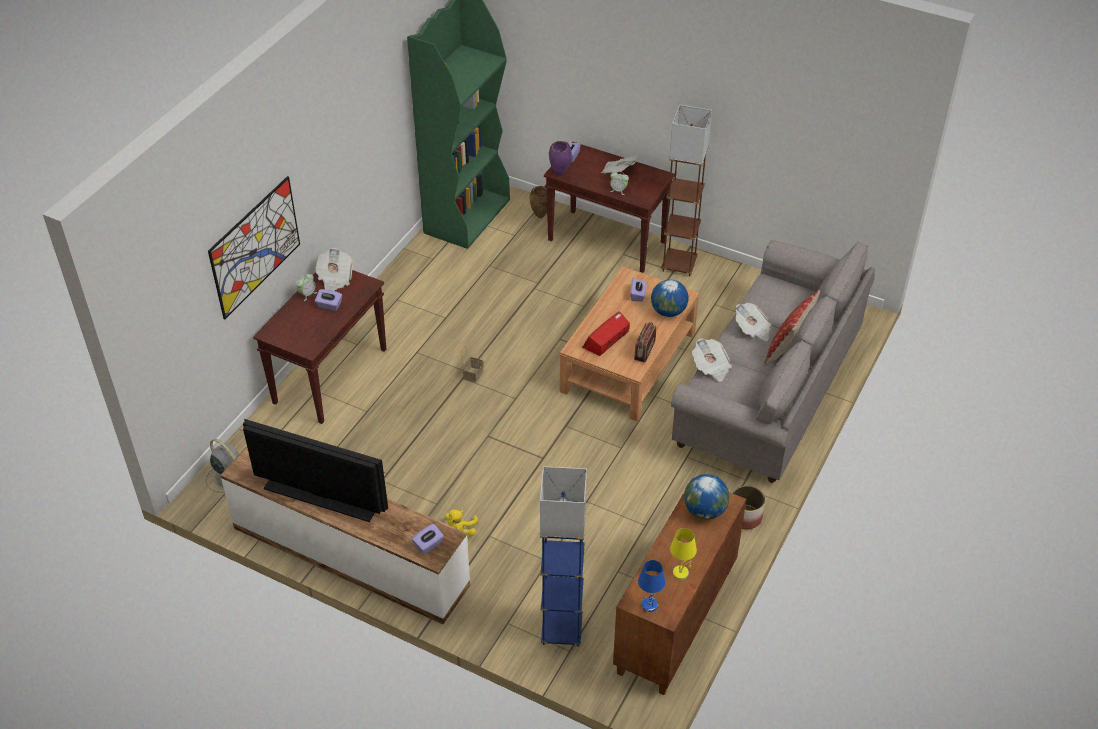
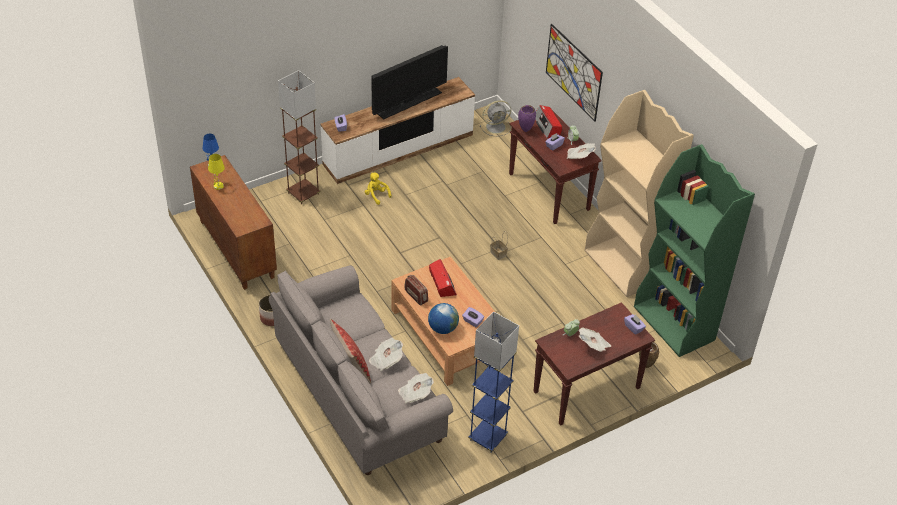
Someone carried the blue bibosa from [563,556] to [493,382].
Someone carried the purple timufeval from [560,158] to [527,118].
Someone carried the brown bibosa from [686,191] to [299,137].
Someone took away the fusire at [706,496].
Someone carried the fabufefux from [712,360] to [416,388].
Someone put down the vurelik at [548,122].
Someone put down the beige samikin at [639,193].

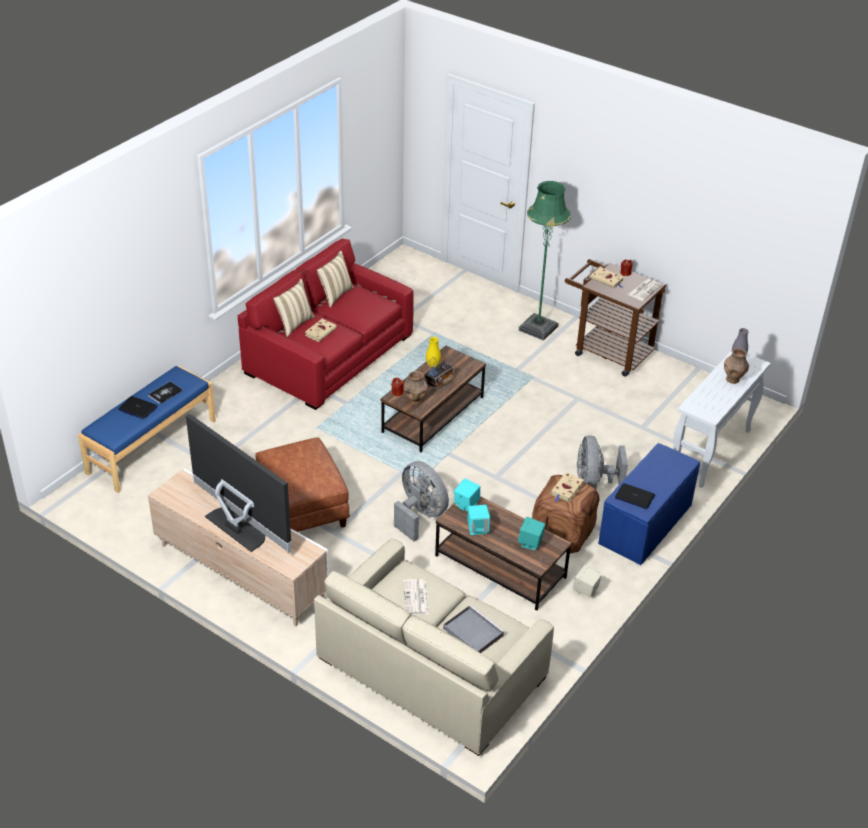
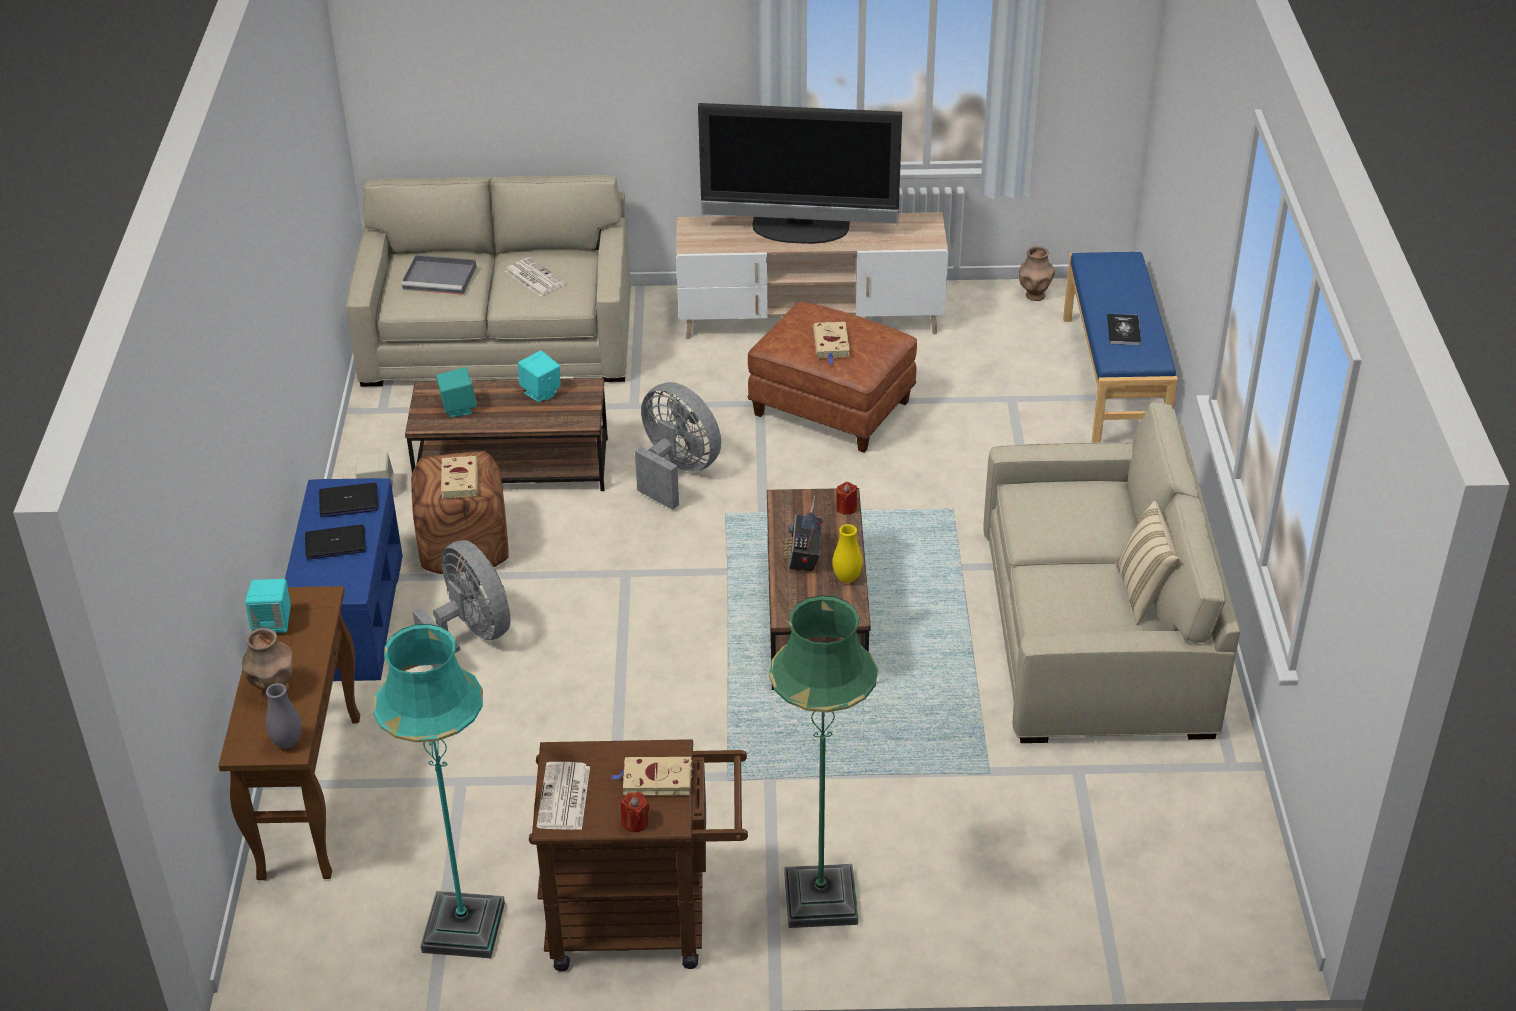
Someone carried the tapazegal from [138,407] to [335,542].
Someone repainted the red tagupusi at [326,324], which became the beige tagupusi at [1111,572].
Someone took away the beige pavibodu at [294,308].
Someone carried the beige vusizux from [321,330] to [831,343].
Someone rotated the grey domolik at [421,501] by 150 degrees counterclockwise.
Someone carried the brown timufeval from [416,388] to [1037,273].
Someone carried the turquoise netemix from [467,494] to [268,606].
Someone repainted the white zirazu at [722,419], which became the brown zirazu at [289,733].
Someone put down the turquoise bibosa at [439,791].

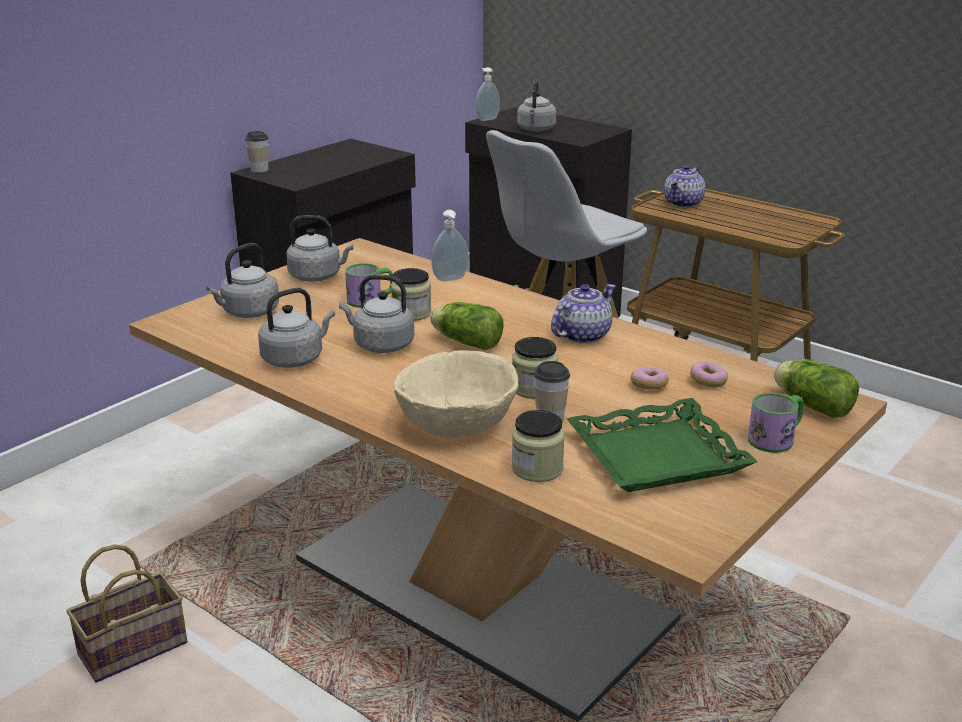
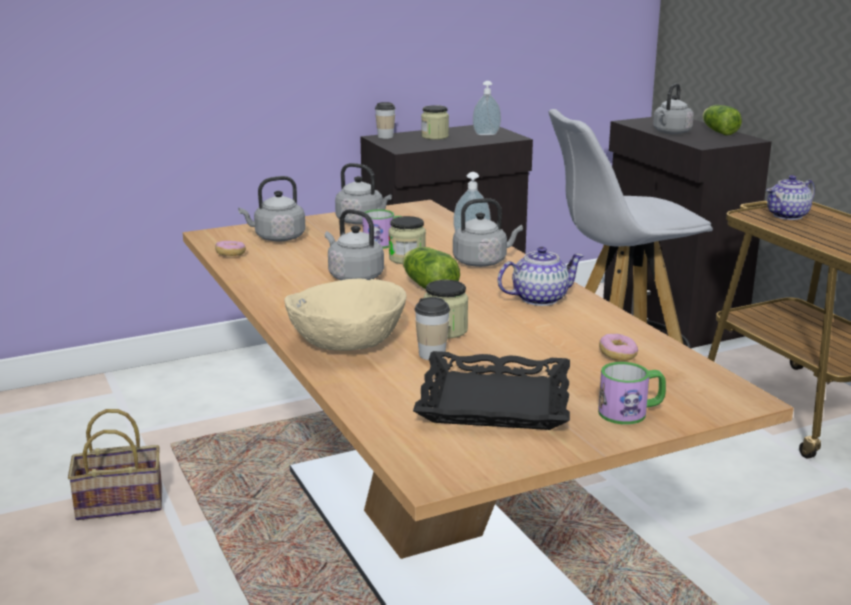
Someone carried the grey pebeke from [296,328] to [488,232].
Someone carried the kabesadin from [488,94] to [487,108].
Someone carried the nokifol from [538,446] to [435,122].
Someone repainted the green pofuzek at [662,445], which became the black pofuzek at [491,390].
Someone carried the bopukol from [650,378] to [230,248].
Someone carried the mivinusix from [816,388] to [722,120].

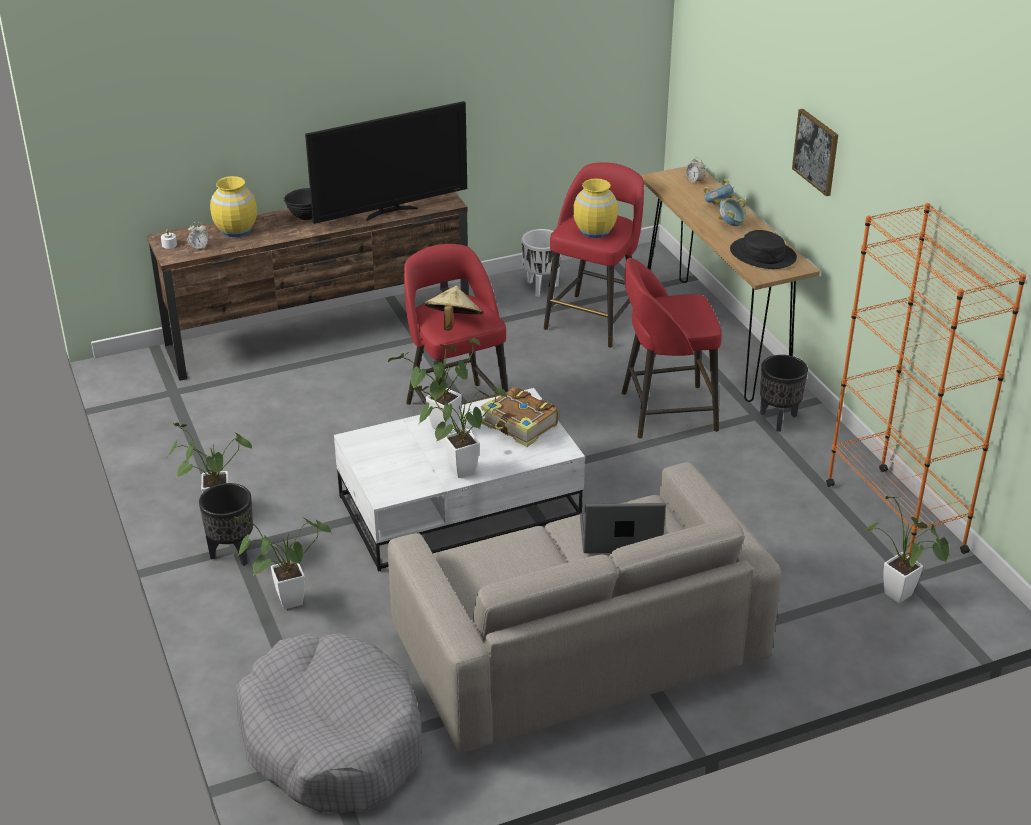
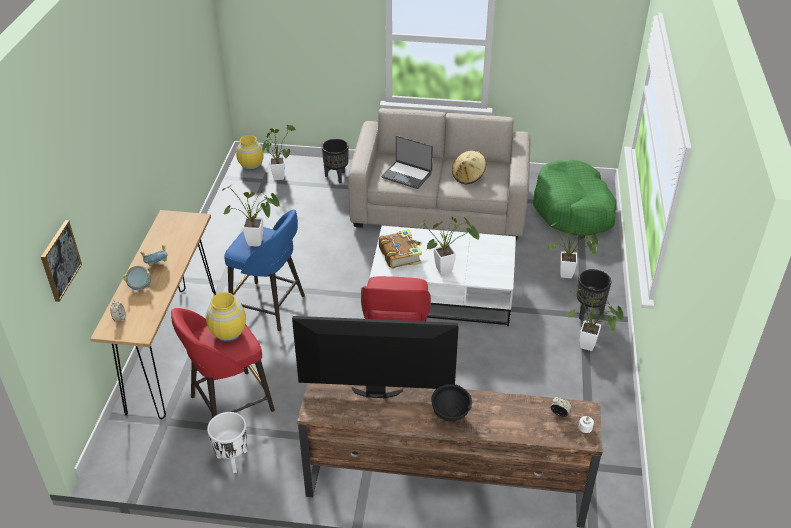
Someone carried the yellow timufeval from [233,206] to [250,153].
Someone repainted the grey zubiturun at [329,723], which became the green zubiturun at [574,198].
Someone carried the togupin from [458,431] to [251,216].
Someone carried the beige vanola from [453,308] to [469,167].
Someone repainted the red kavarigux at [672,348], which became the blue kavarigux at [264,270].
Someone took away the black vanola at [763,249].
Someone carried the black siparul from [784,393] to [335,161].
Someone carried the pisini from [815,152] to [61,261].
Someone took away the orange samikin at [926,379].

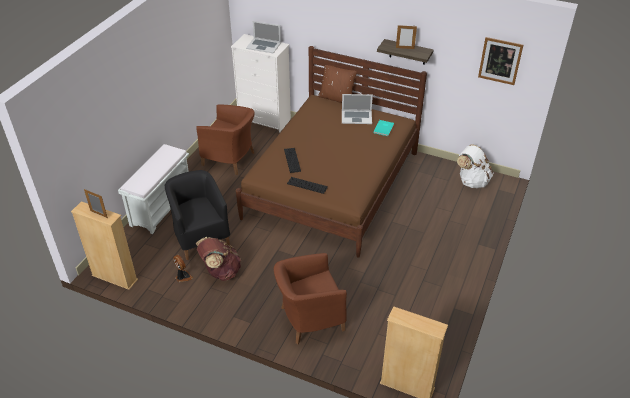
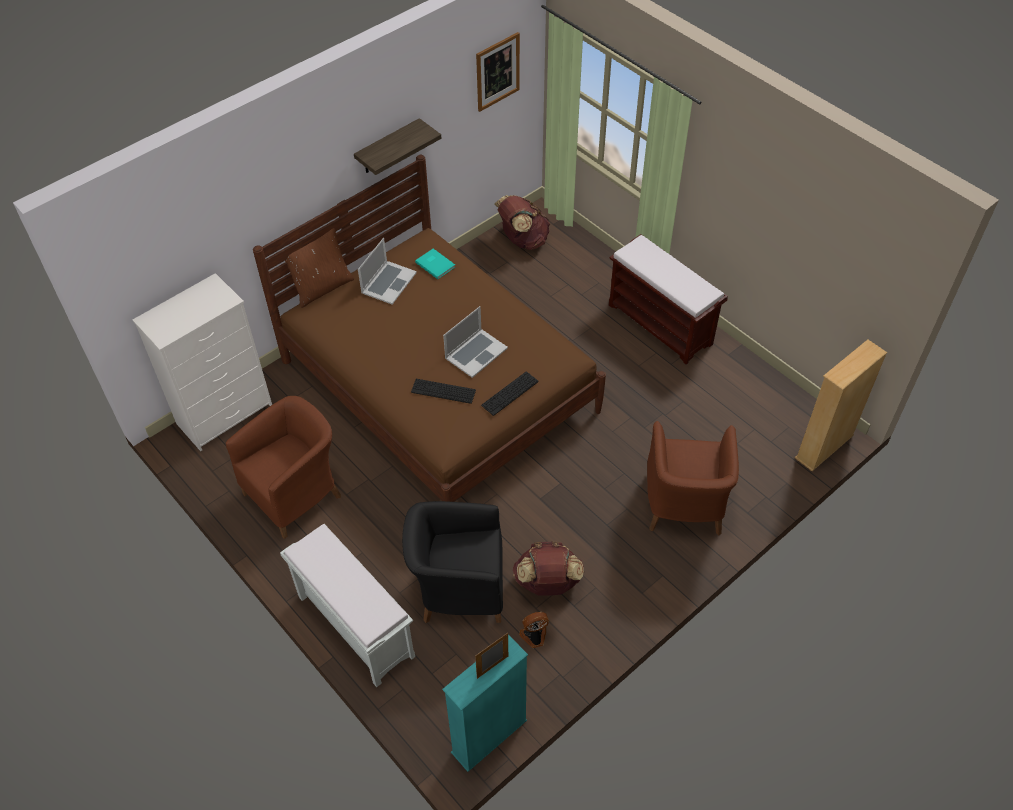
Someone repainted the beige samikin at [104,245], which became the turquoise samikin at [485,703].
Someone carried the tapazegal from [263,37] to [475,342].
Someone took away the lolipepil at [406,37].
Someone repainted the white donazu at [475,166], which became the brown donazu at [522,222].
Someone put down the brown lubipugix at [668,299].

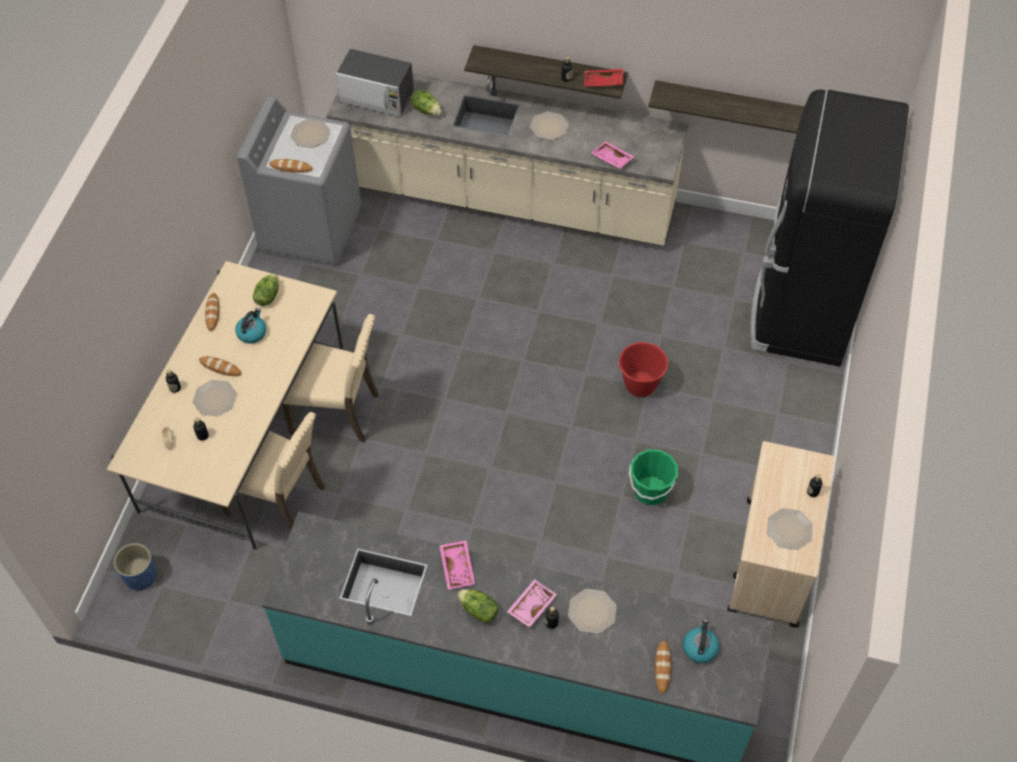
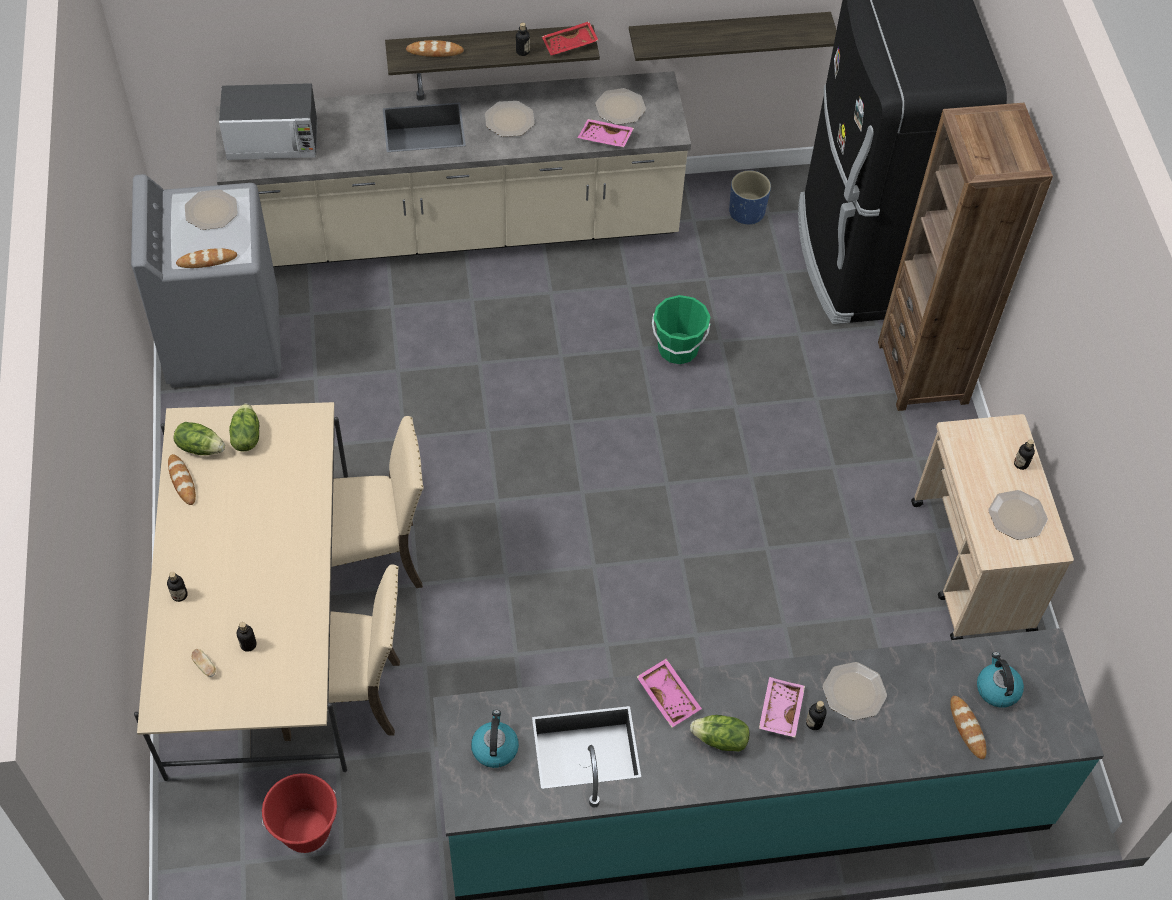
Someone carried the blue siparul from [135,567] to [750,197].
Someone carried the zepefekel from [215,398] to [620,106].
Someone carried the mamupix from [220,366] to [435,48].
Someone carried the pebeke from [250,325] to [495,739].
Someone carried the mivinusix from [426,103] to [199,438].
Someone carried the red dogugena from [642,369] to [299,813].
Someone carried the green dogugena from [653,477] to [681,329].
Someone put down the brown samikin at [965,257].

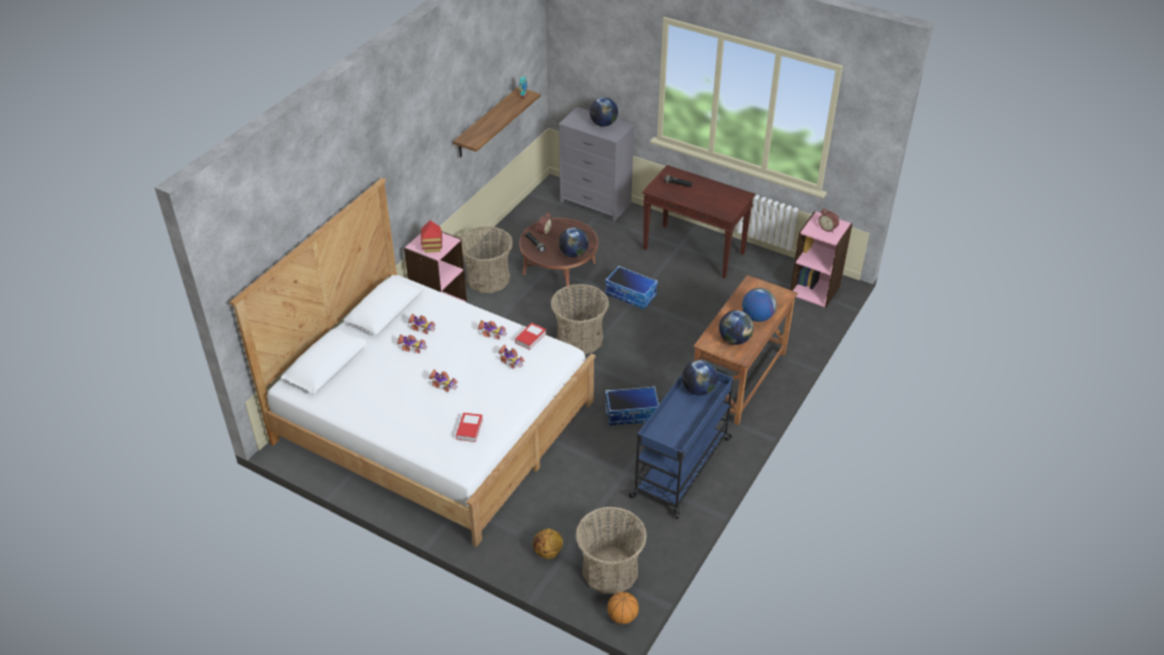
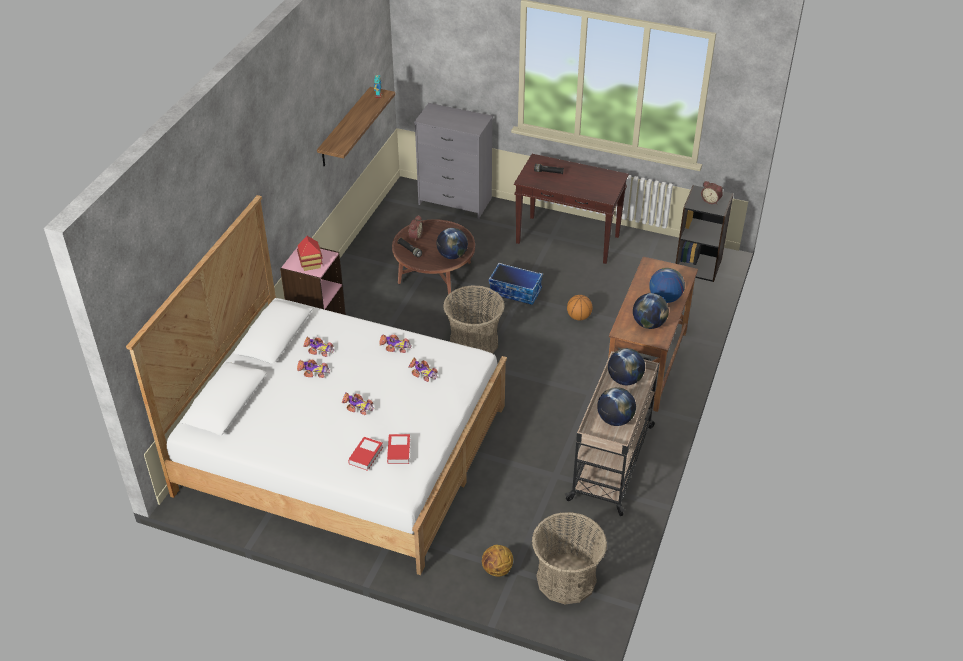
Someone took away the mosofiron at [487,259].
Someone carried the vusizux from [530,336] to [365,454].
Someone carried the fusire from [603,112] to [616,406].
Someone took away the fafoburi at [632,405].
Someone carried the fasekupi from [623,608] to [580,307].
Someone repainted the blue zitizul at [680,440], which became the beige zitizul at [612,433].
Someone repainted the pink samikin at [821,259], which became the black samikin at [704,233].

